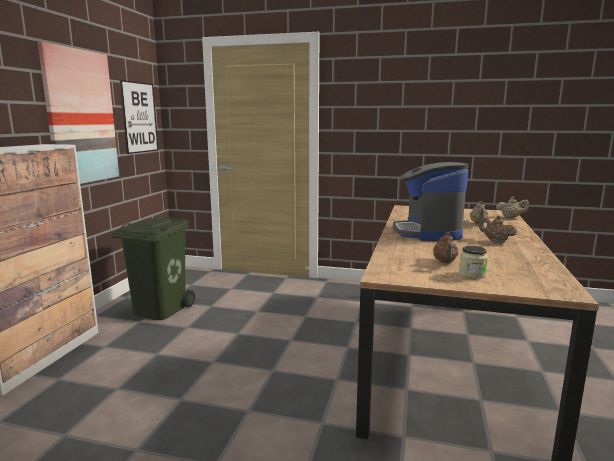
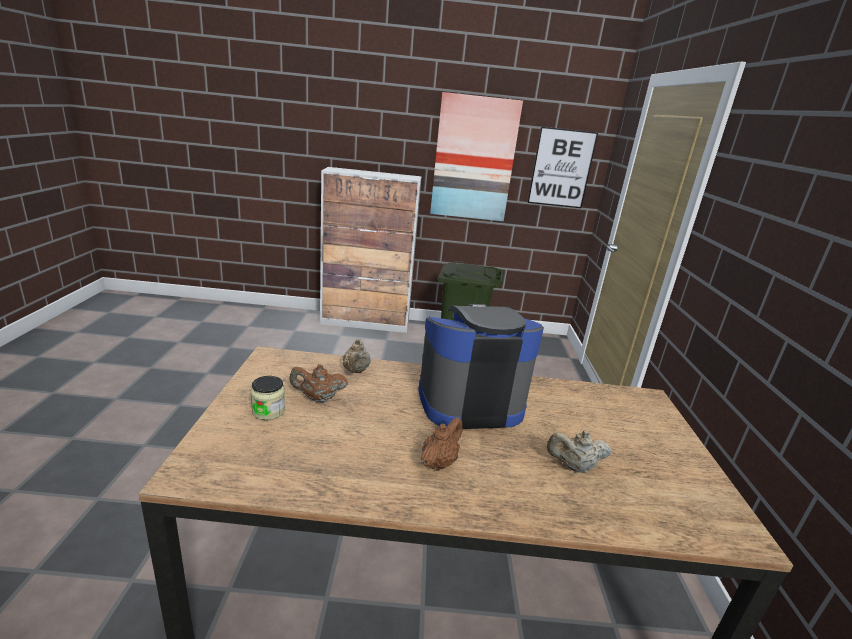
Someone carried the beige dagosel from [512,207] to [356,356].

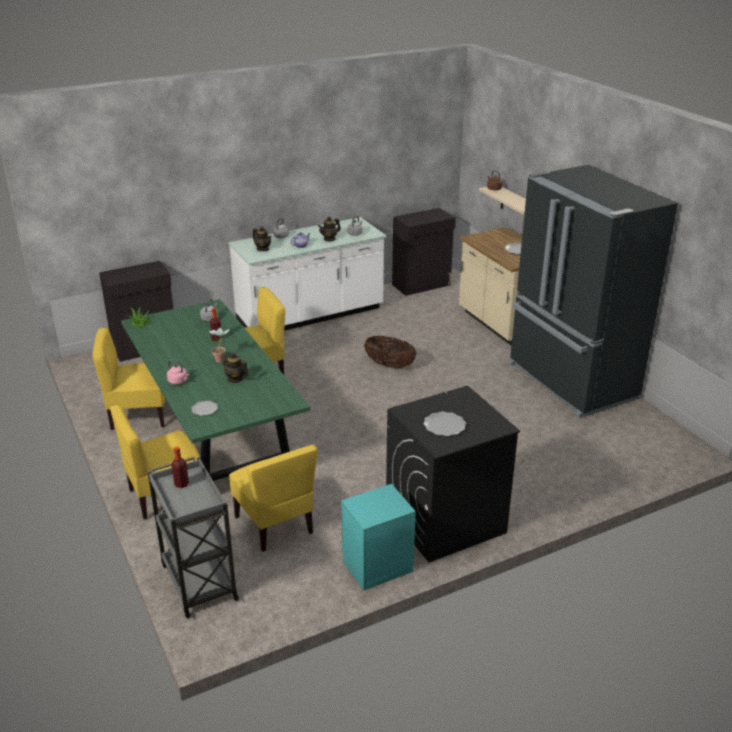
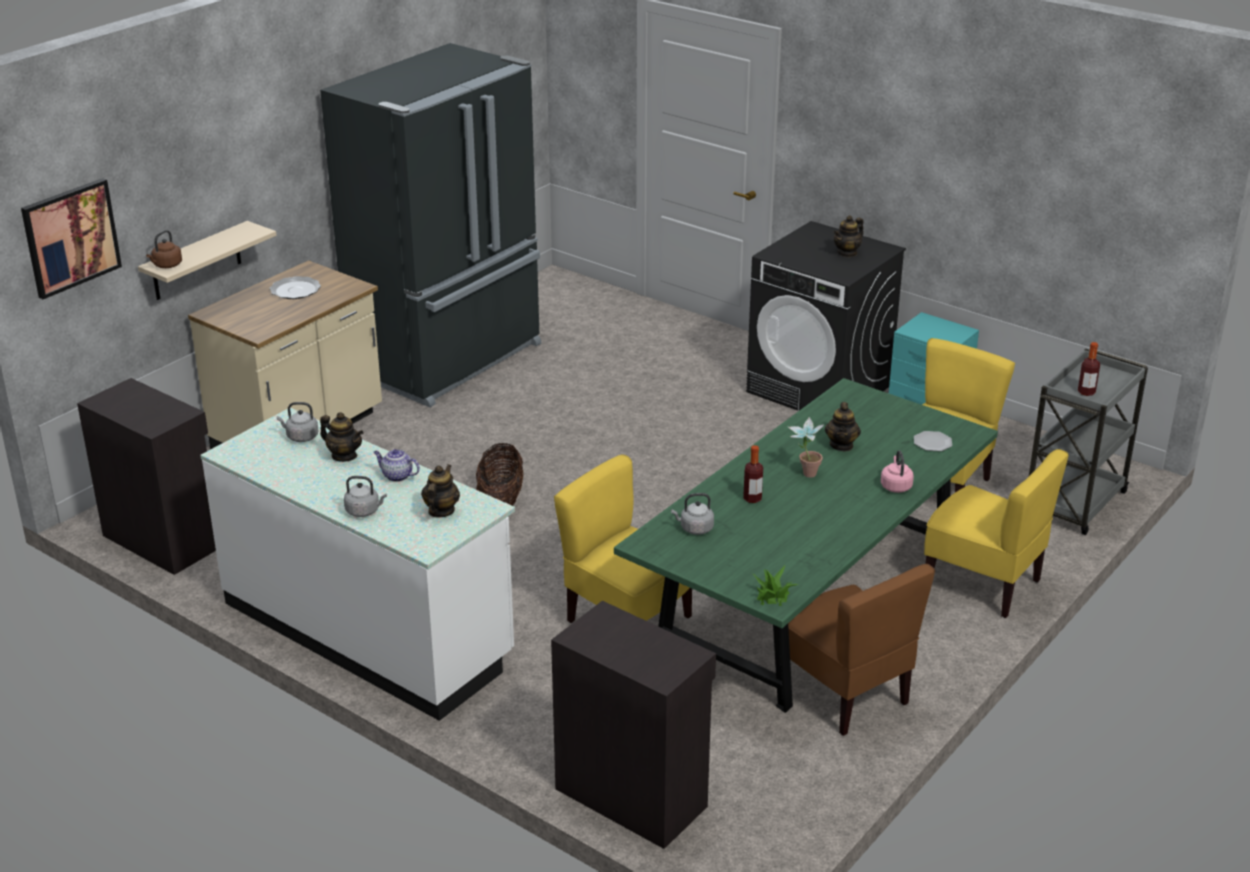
Someone repainted the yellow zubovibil at [129,378], which became the brown zubovibil at [861,650].
Someone swapped the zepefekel at [444,424] for the dagosel at [848,236].
Someone put up the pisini at [71,238].

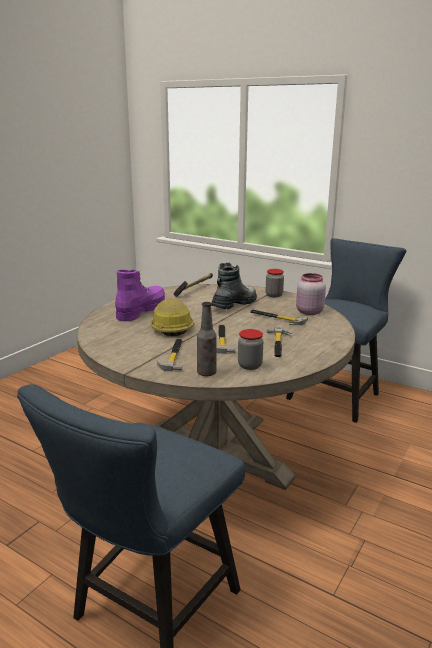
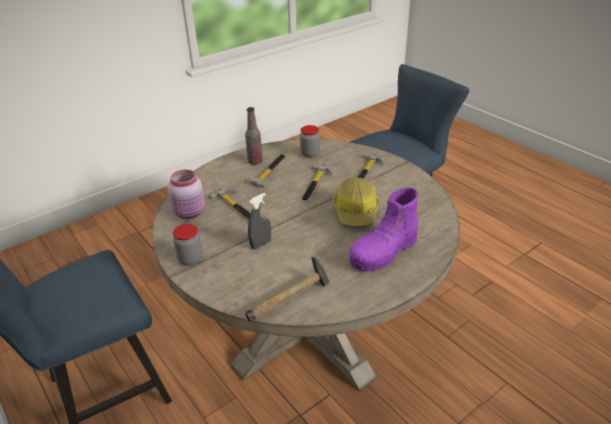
Someone carried the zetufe from [207,339] to [254,136].
Someone swapped the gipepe at [234,286] for the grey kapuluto at [259,221].

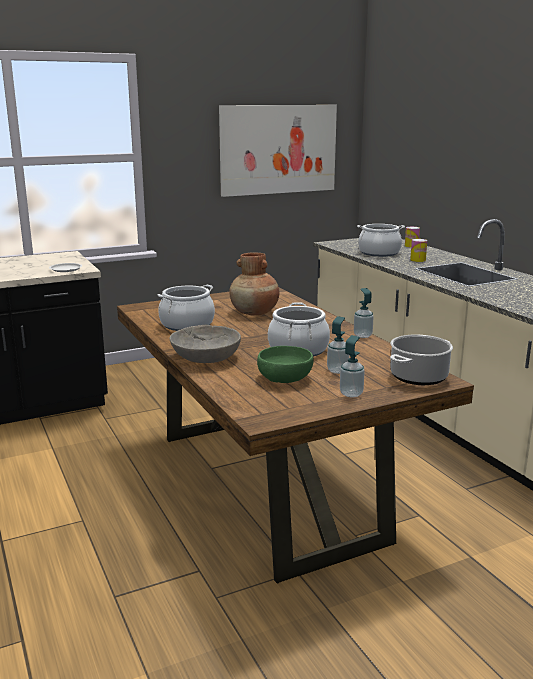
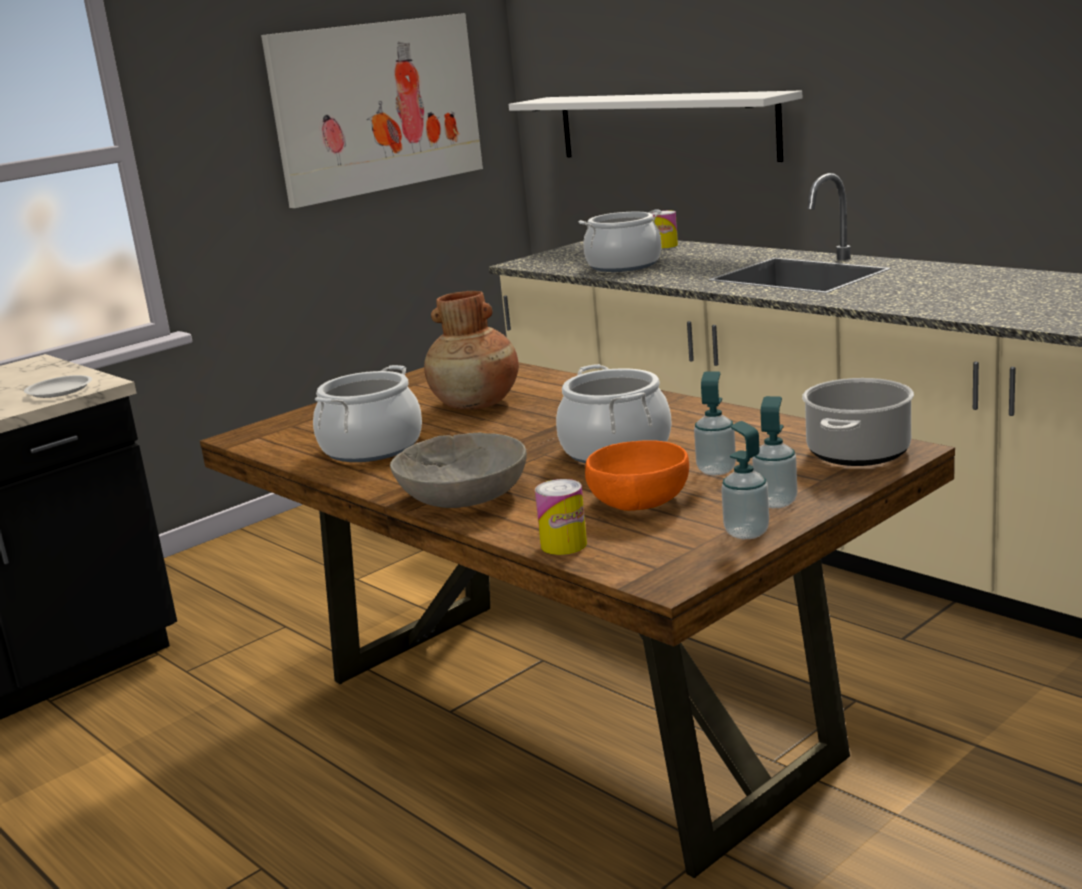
Someone repainted the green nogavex at [285,364], which became the orange nogavex at [637,475].
Someone carried the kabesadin from [364,313] to [745,480].
Someone carried the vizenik from [418,250] to [561,517].
Someone put up the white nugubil at [655,126].

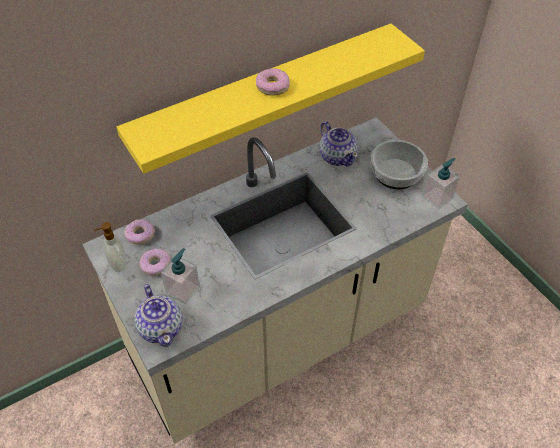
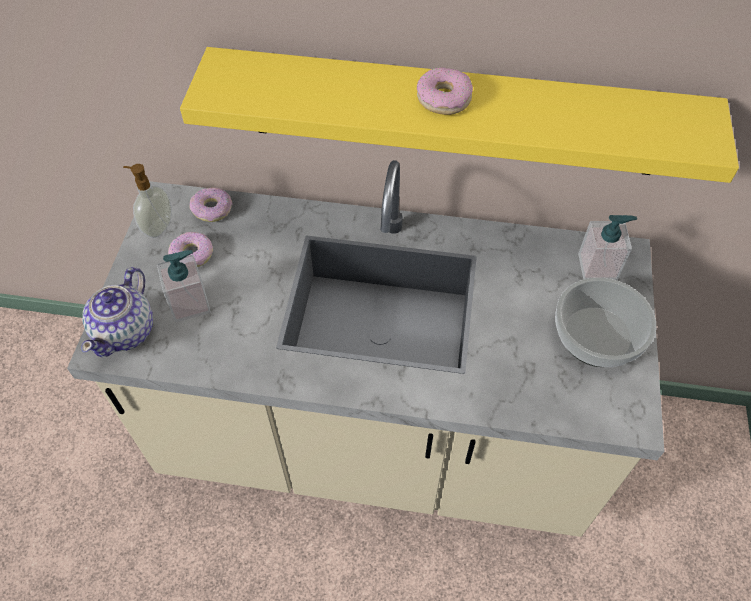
Someone took away the dagosel at [339,144].
Someone carried the kabesadin from [441,183] to [607,247].

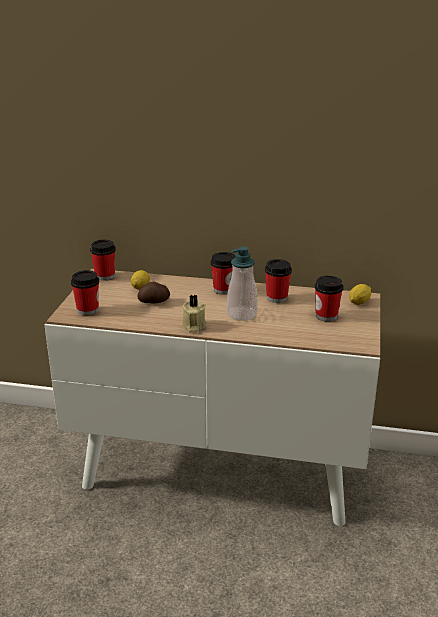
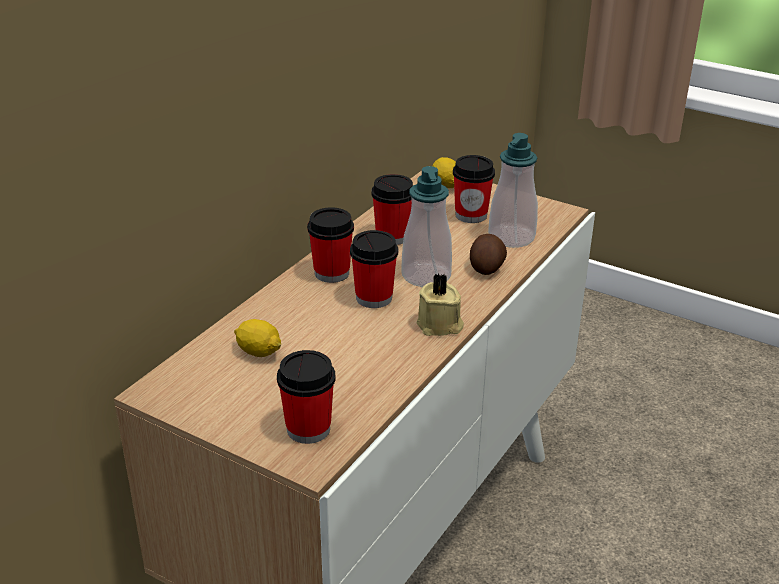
Someone carried the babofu from [103,260] to [374,269].
Someone carried the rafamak from [153,292] to [488,254].
Someone put down the kabesadin at [513,190].

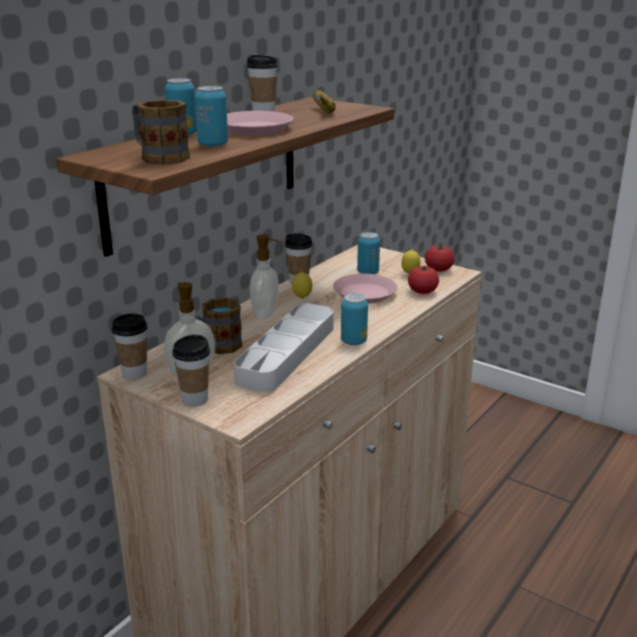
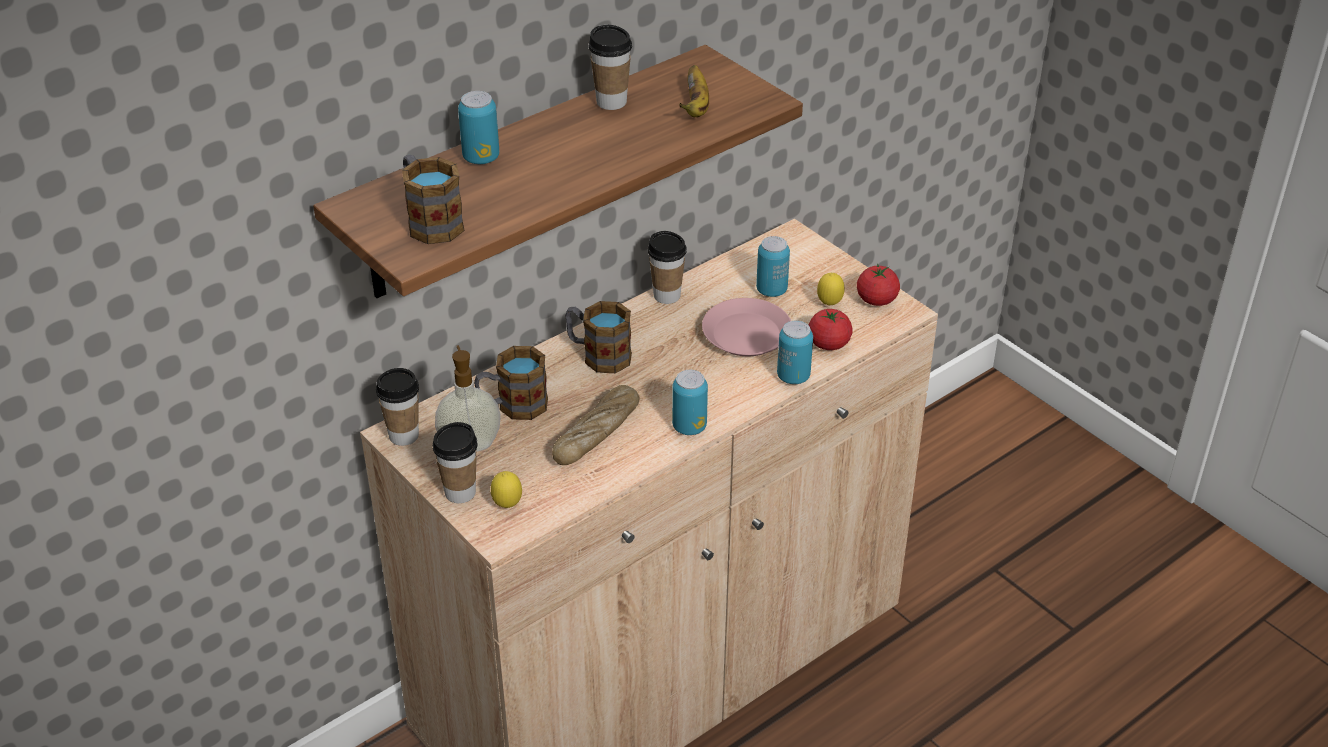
Someone carried the vizenik from [211,116] to [795,352].
Someone took away the pink zepefekel at [260,123].
Someone swapped the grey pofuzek at [284,347] for the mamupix at [595,425].
Someone swapped the kabesadin at [264,276] for the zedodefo at [598,337].
Someone carried the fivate from [302,285] to [506,489].

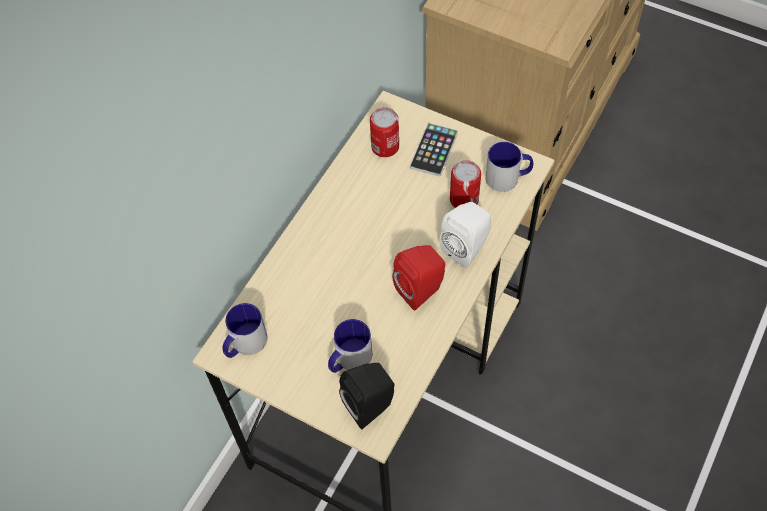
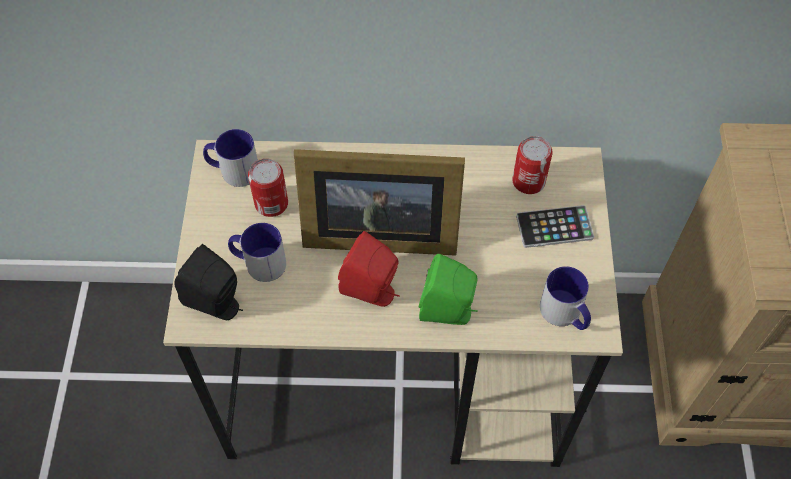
Someone repainted the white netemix at [465,235], which became the green netemix at [448,289].
Someone carried the vizenik from [465,184] to [268,188].
Someone put down the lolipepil at [379,202].

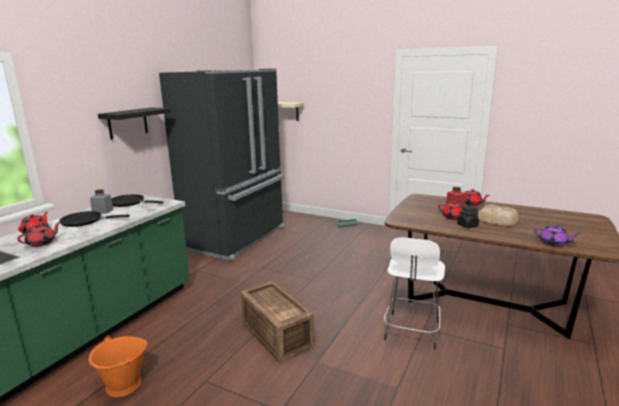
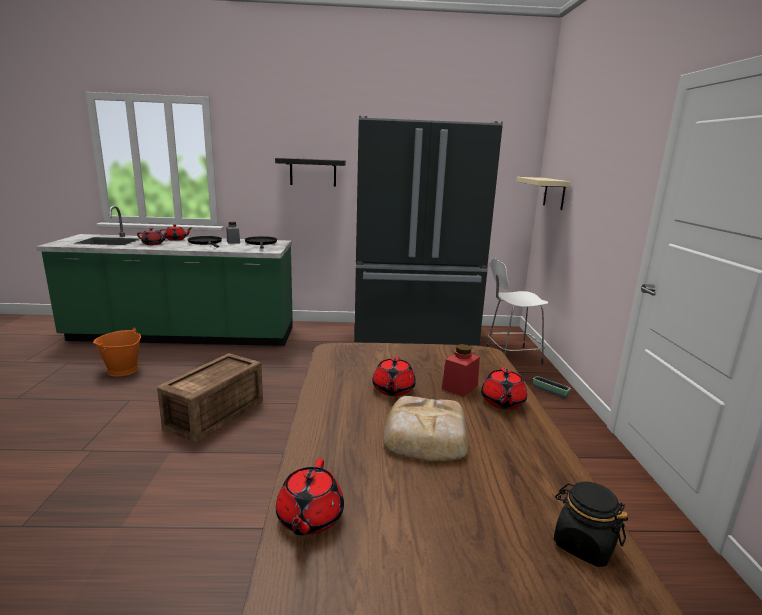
Someone carried the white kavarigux from [414,293] to [517,311].
Someone carried the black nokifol from [468,217] to [591,524].
Someone repainted the purple dagosel at [557,236], which became the red dagosel at [310,496].

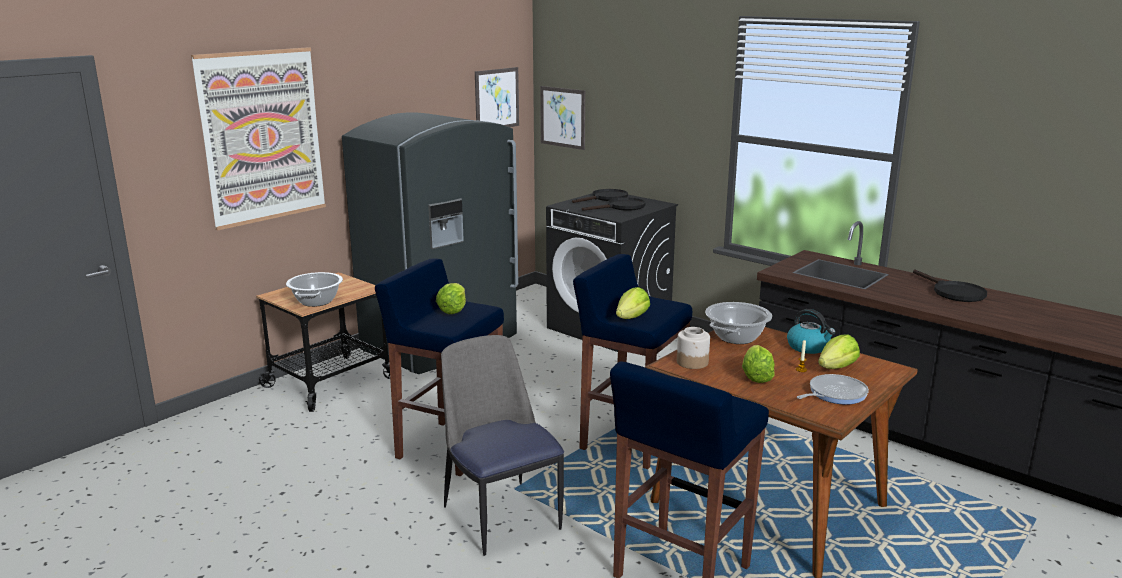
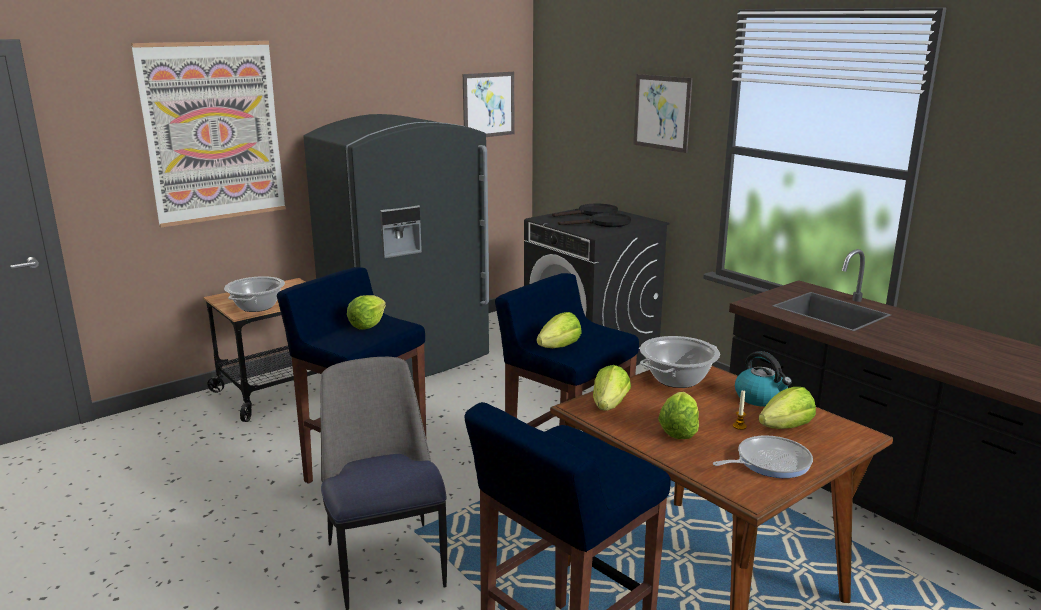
Someone carried the pisini from [562,118] to [663,113].
Someone swapped the nokifol at [693,348] for the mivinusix at [612,388].
Someone took away the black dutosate at [950,285].

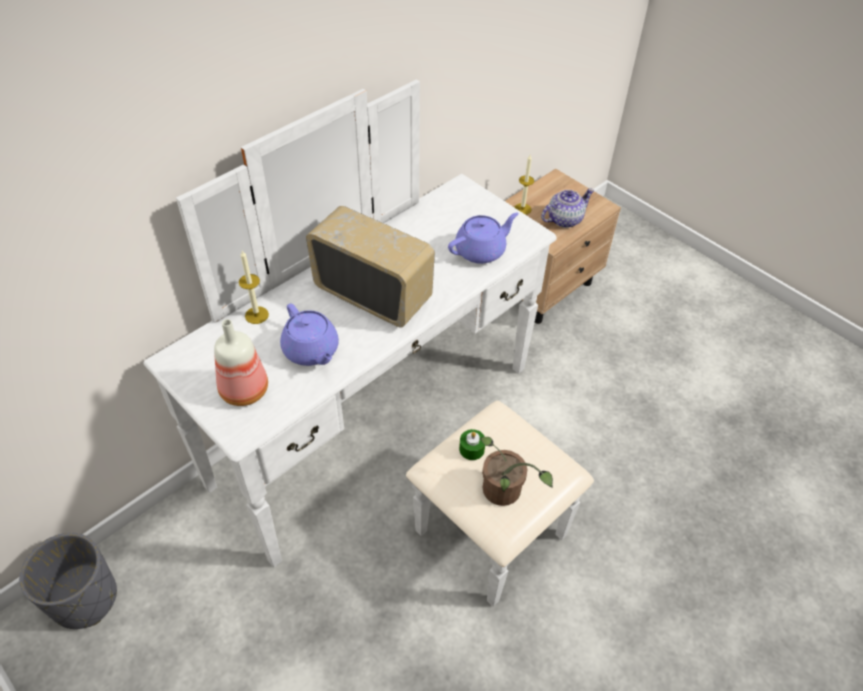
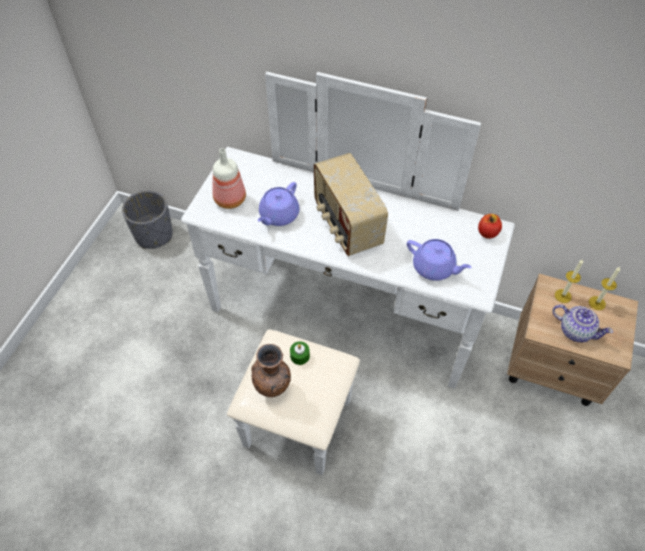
Someone carried the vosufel from [254,287] to [604,288].
Someone rotated the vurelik at [370,267] by 150 degrees clockwise.
Someone swapped the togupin at [516,471] for the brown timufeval at [271,370].
Someone put down the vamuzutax at [490,226].

